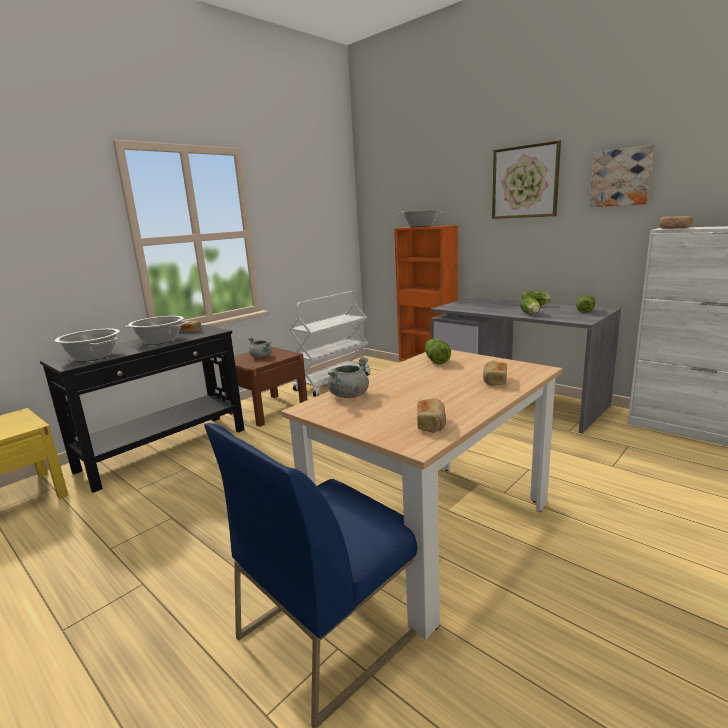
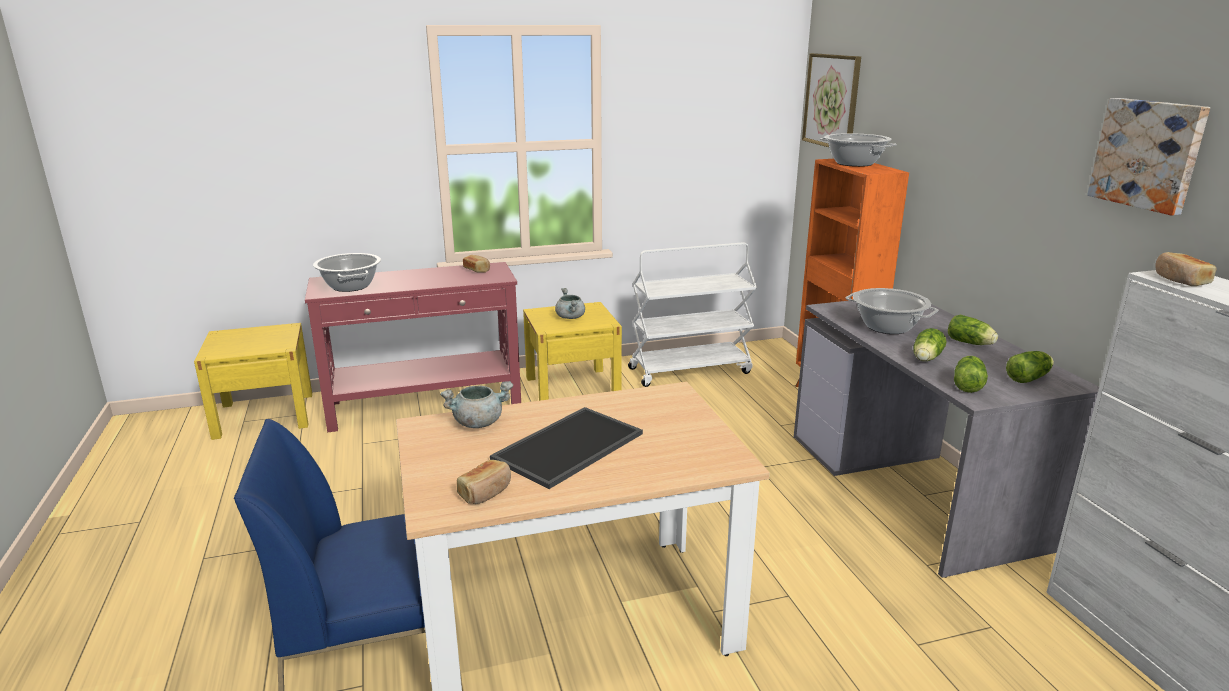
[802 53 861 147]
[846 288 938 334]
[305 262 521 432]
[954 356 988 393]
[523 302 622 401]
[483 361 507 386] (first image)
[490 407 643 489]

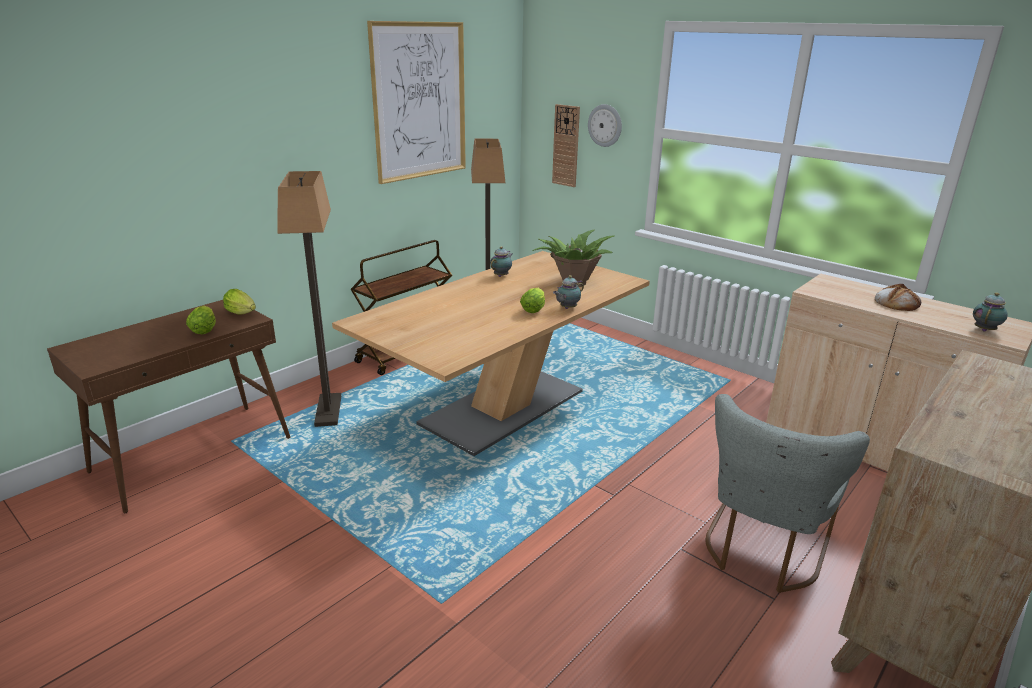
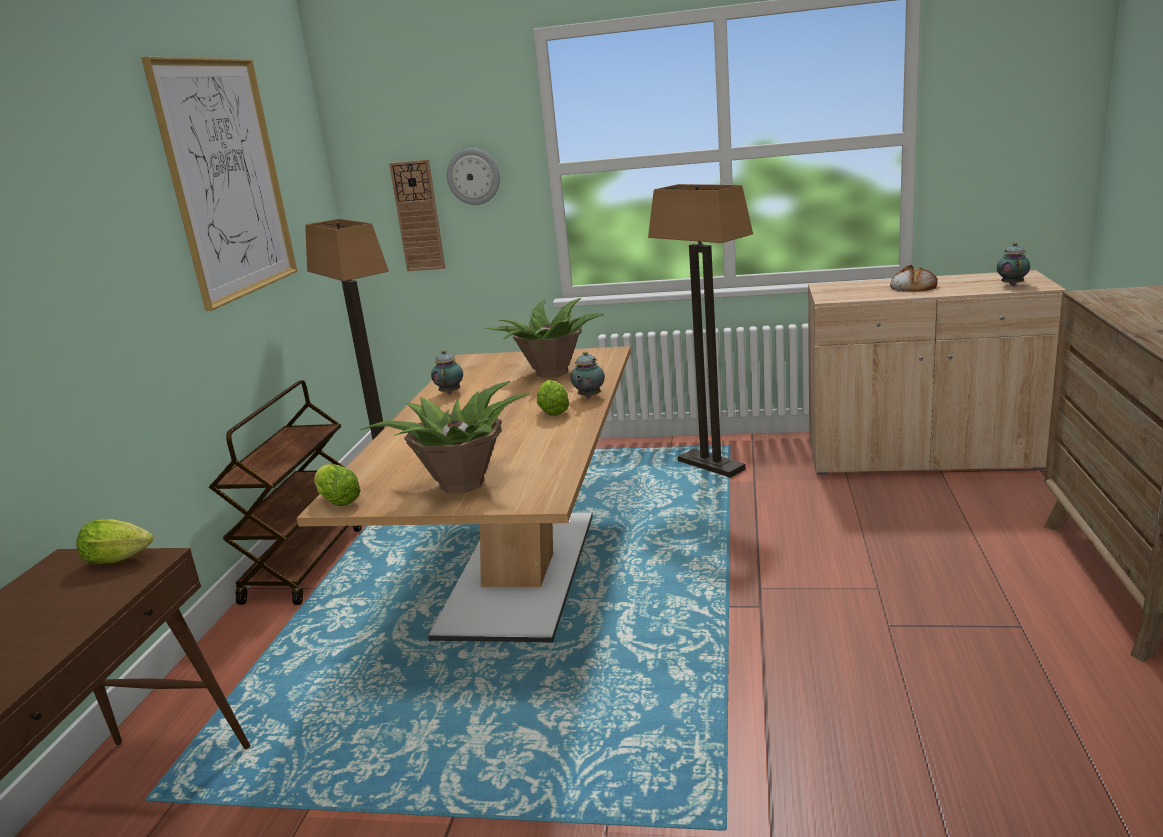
[648 184 753 478]
[314 464 361 506]
[705 394 870 593] (first image)
[360 381 529 494]

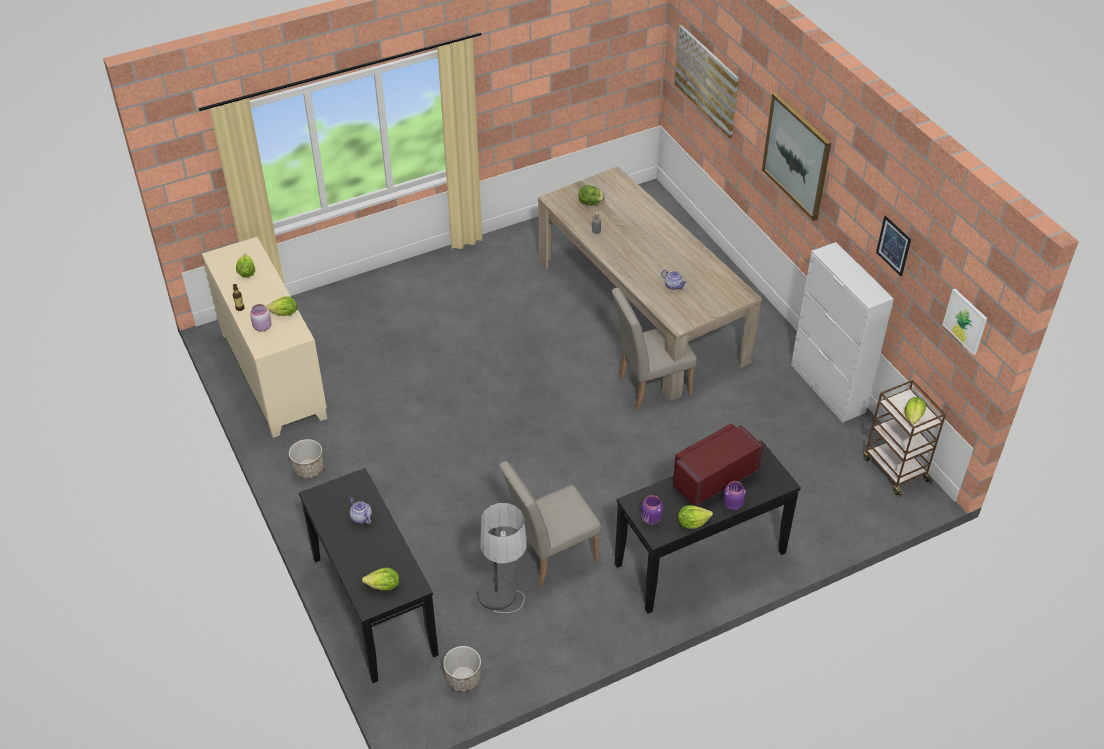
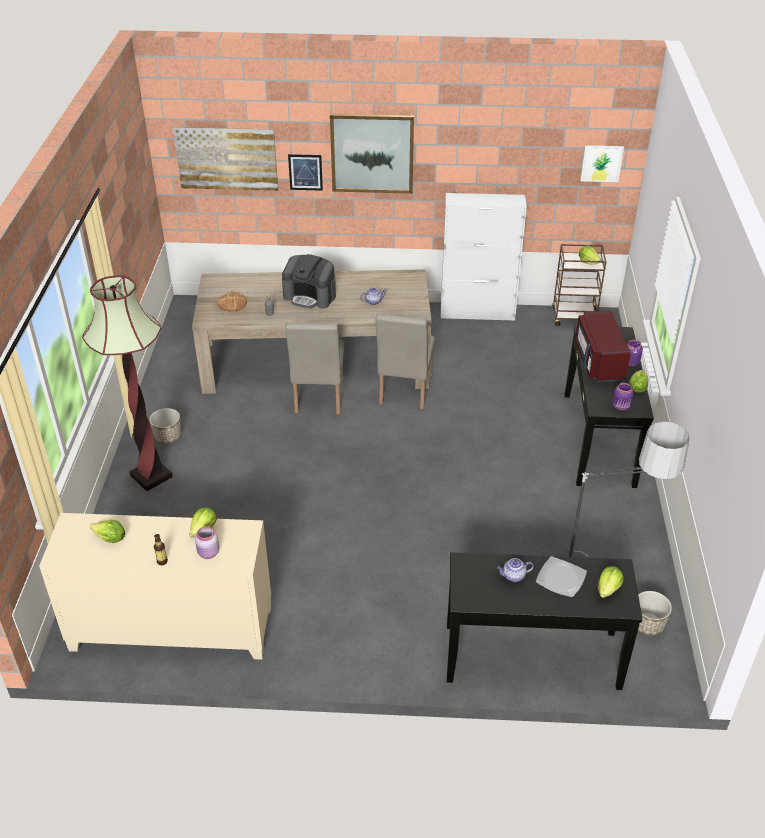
[217 291 247 312]
[288 154 323 191]
[149 408 181 444]
[285 322 344 414]
[282 254 336 309]
[82 275 173 491]
[536 556 587 597]

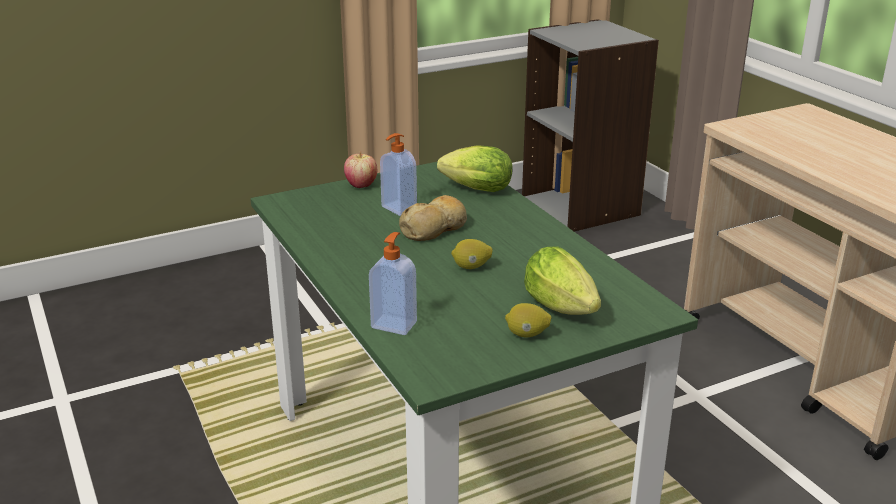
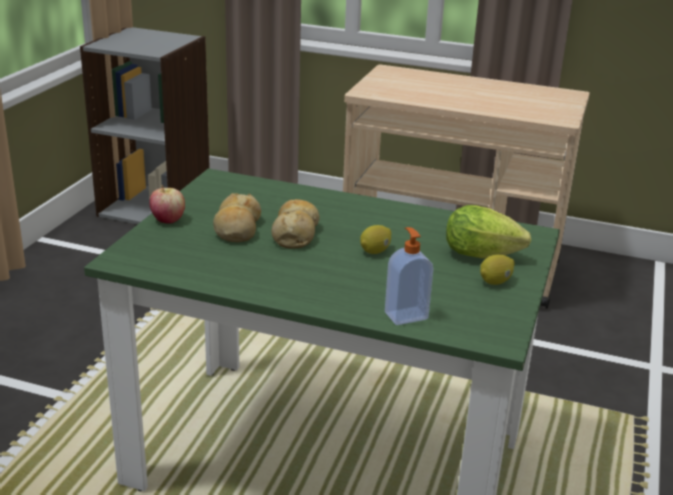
[213 193 261 242]
[437 145 513 192] (first image)

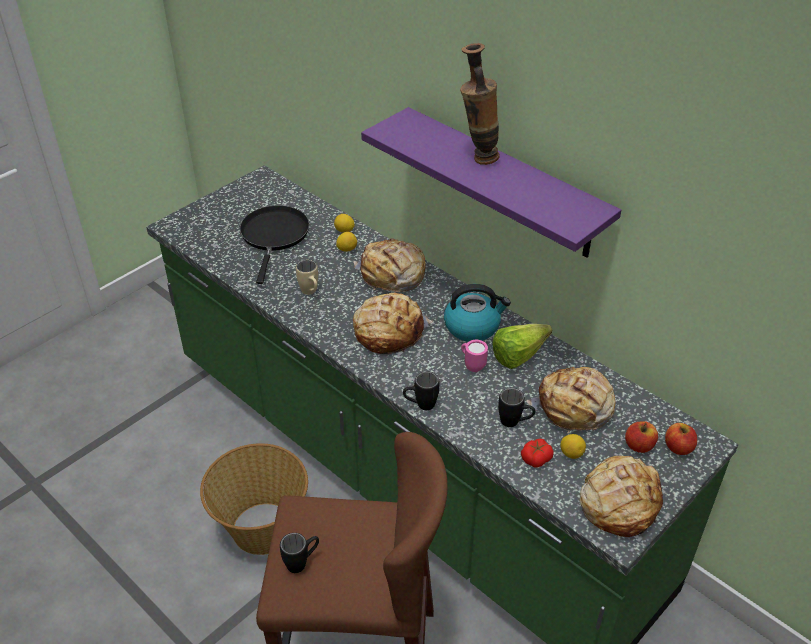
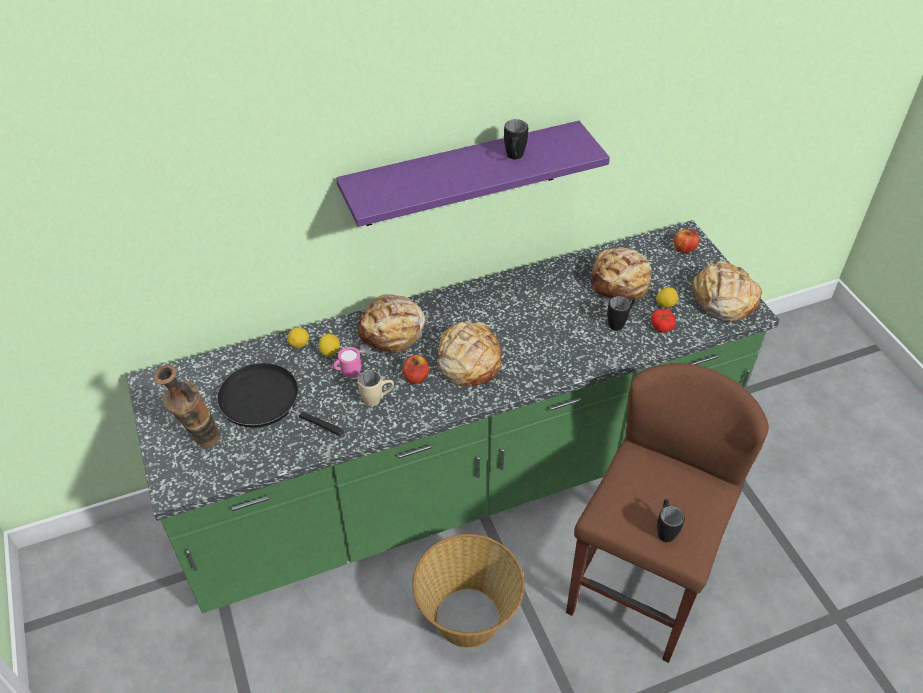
[154 365 220 447]
[444 284 511 342] (first image)
[492 324 552 369] (first image)
[333 347 361 378]
[504 119 528 159]
[402 355 429 384]

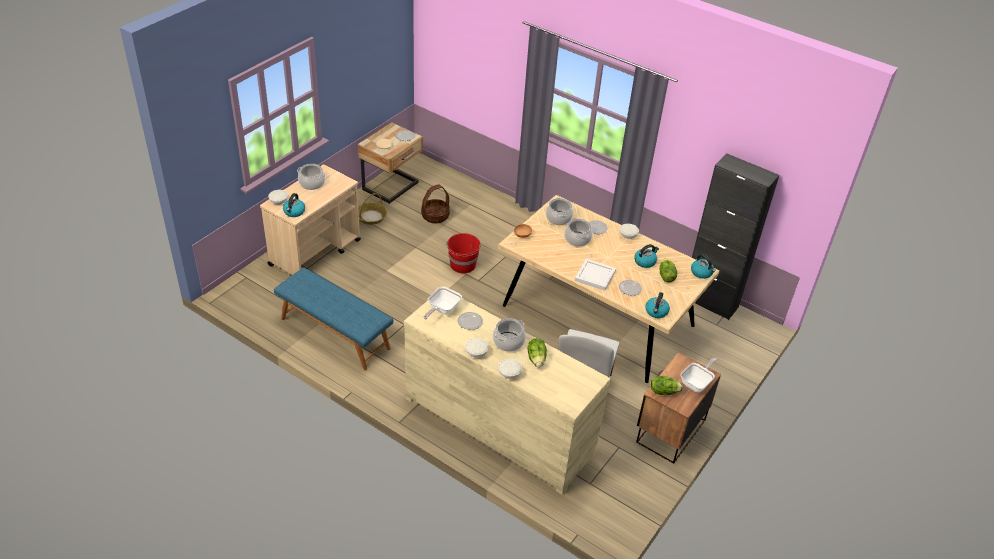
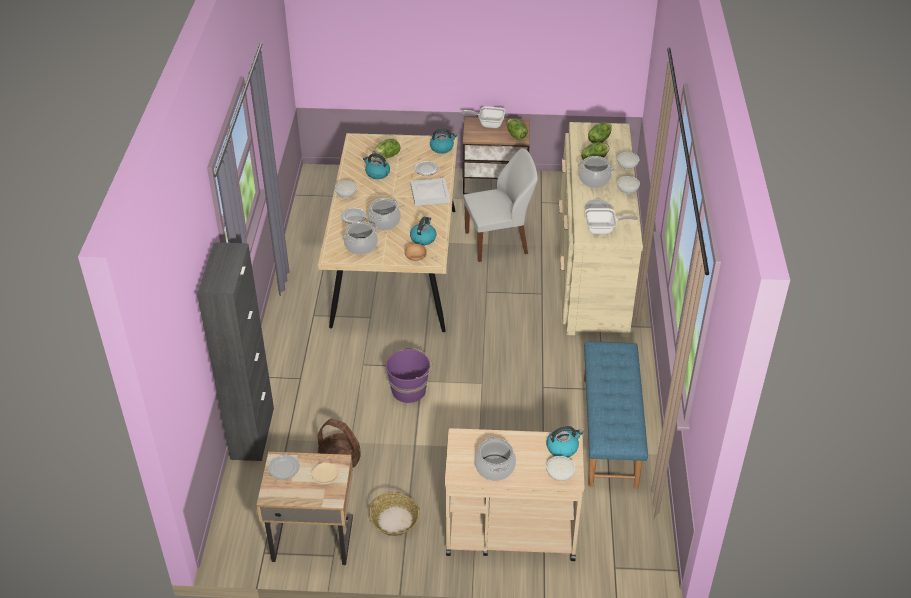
[197 242 274 461]
[386 348 432 403]
[410 217 436 245]
[588 122 612 143]

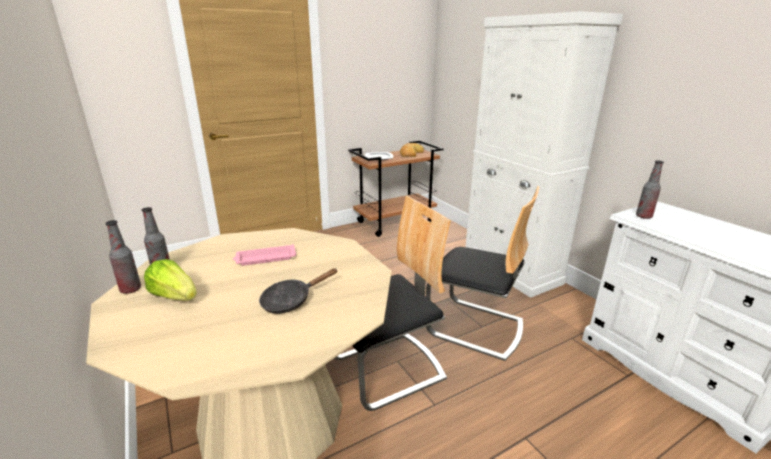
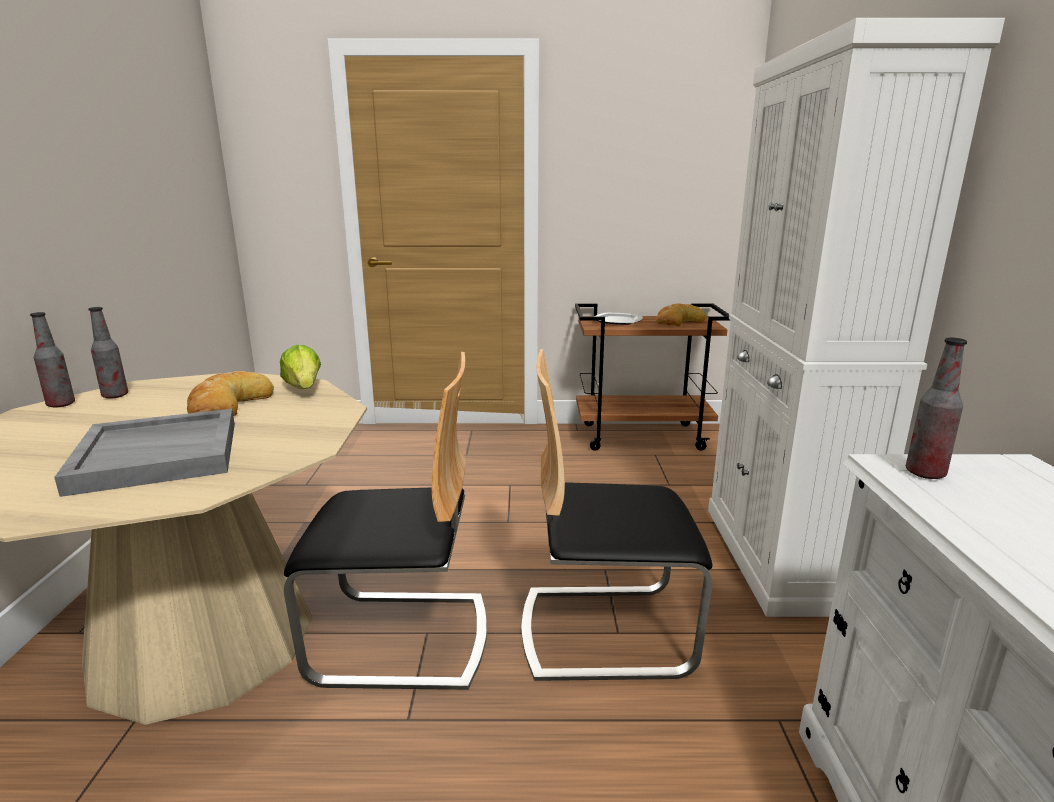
[521 349 713 681]
[187 371 274 416]
[280 345 321 389]
[54 409 235 497]

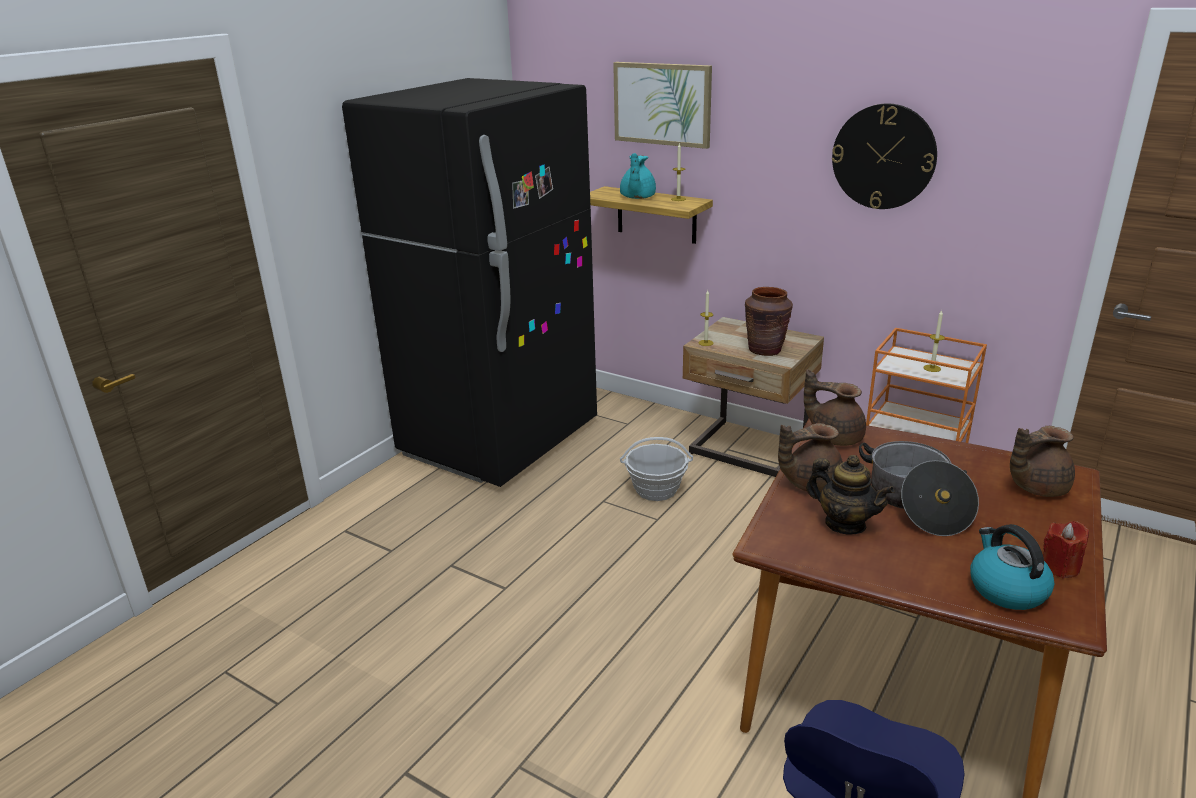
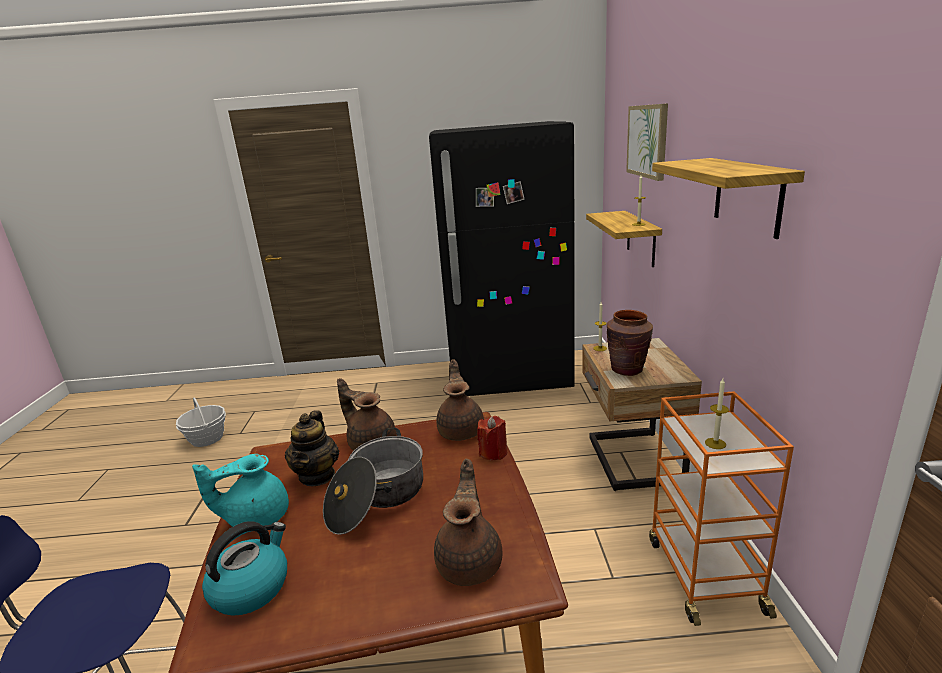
[652 158 805 239]
[192 454 289 527]
[434 459 502 586]
[176 398 226 447]
[477 416 507 460]

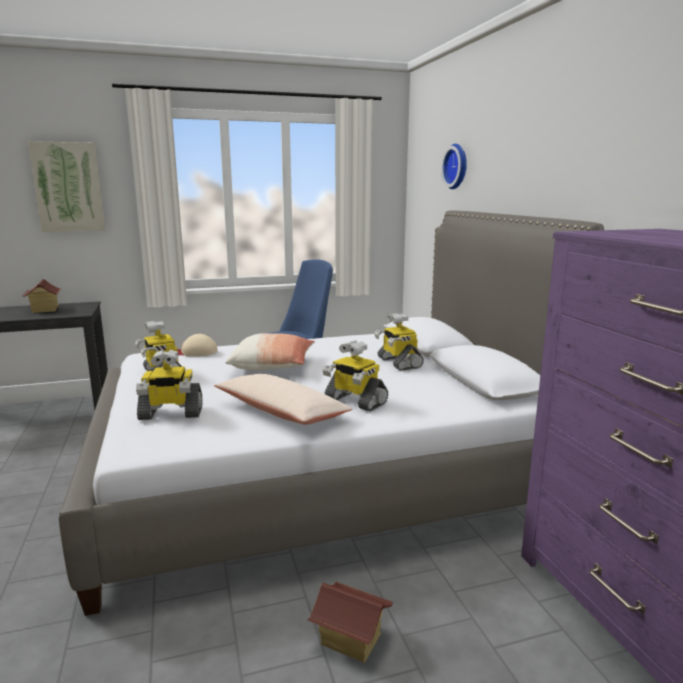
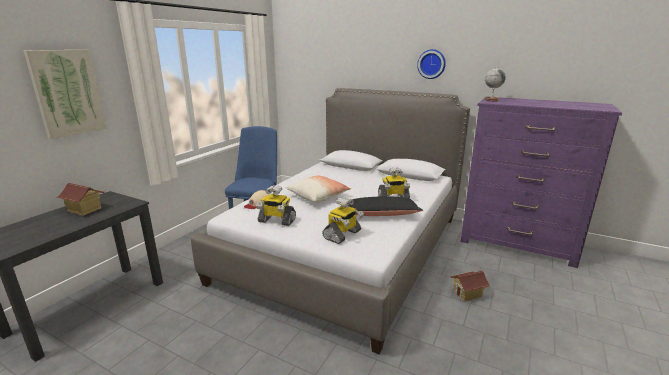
[417 49 446 79]
[374 313 424 371] (first image)
[349 196 423 216]
[485 67 506 102]

